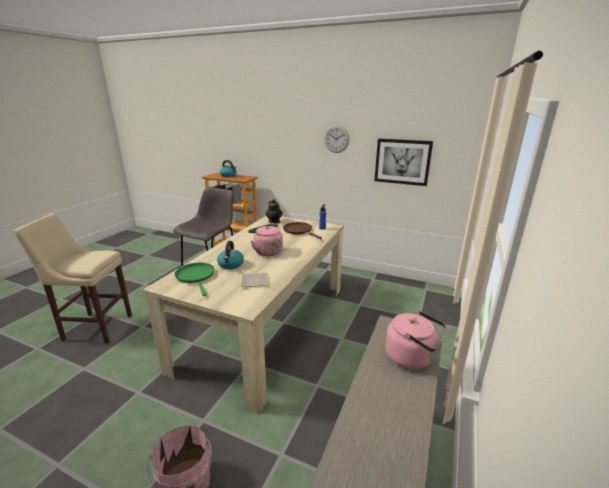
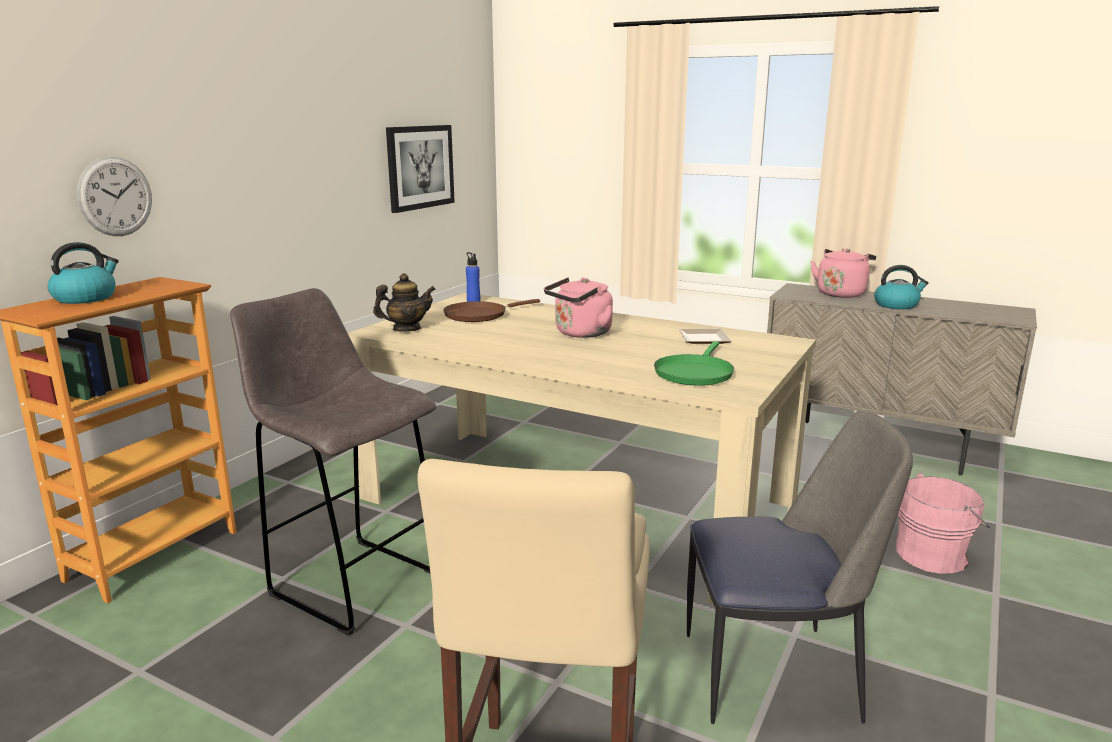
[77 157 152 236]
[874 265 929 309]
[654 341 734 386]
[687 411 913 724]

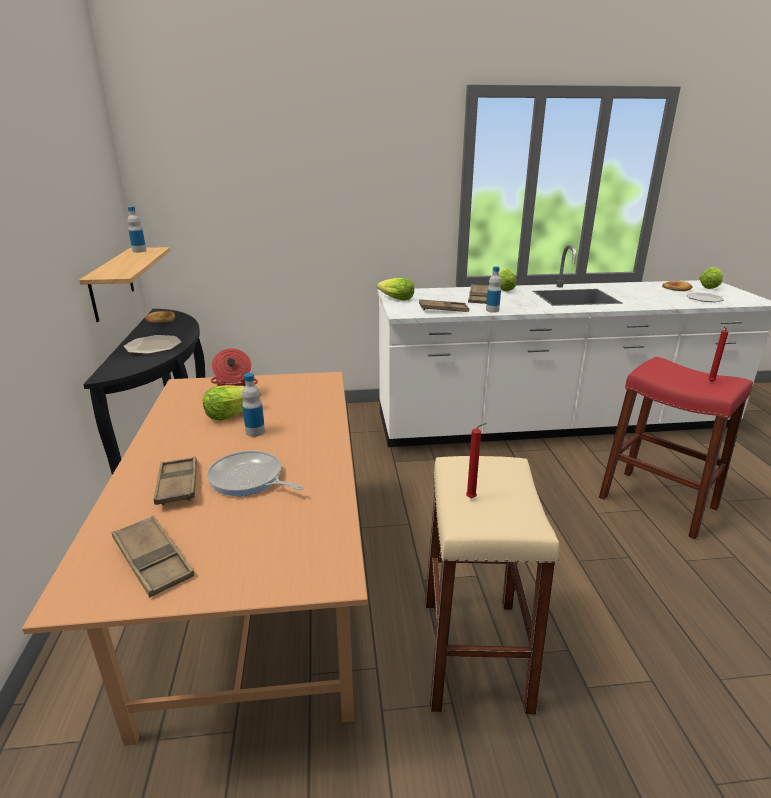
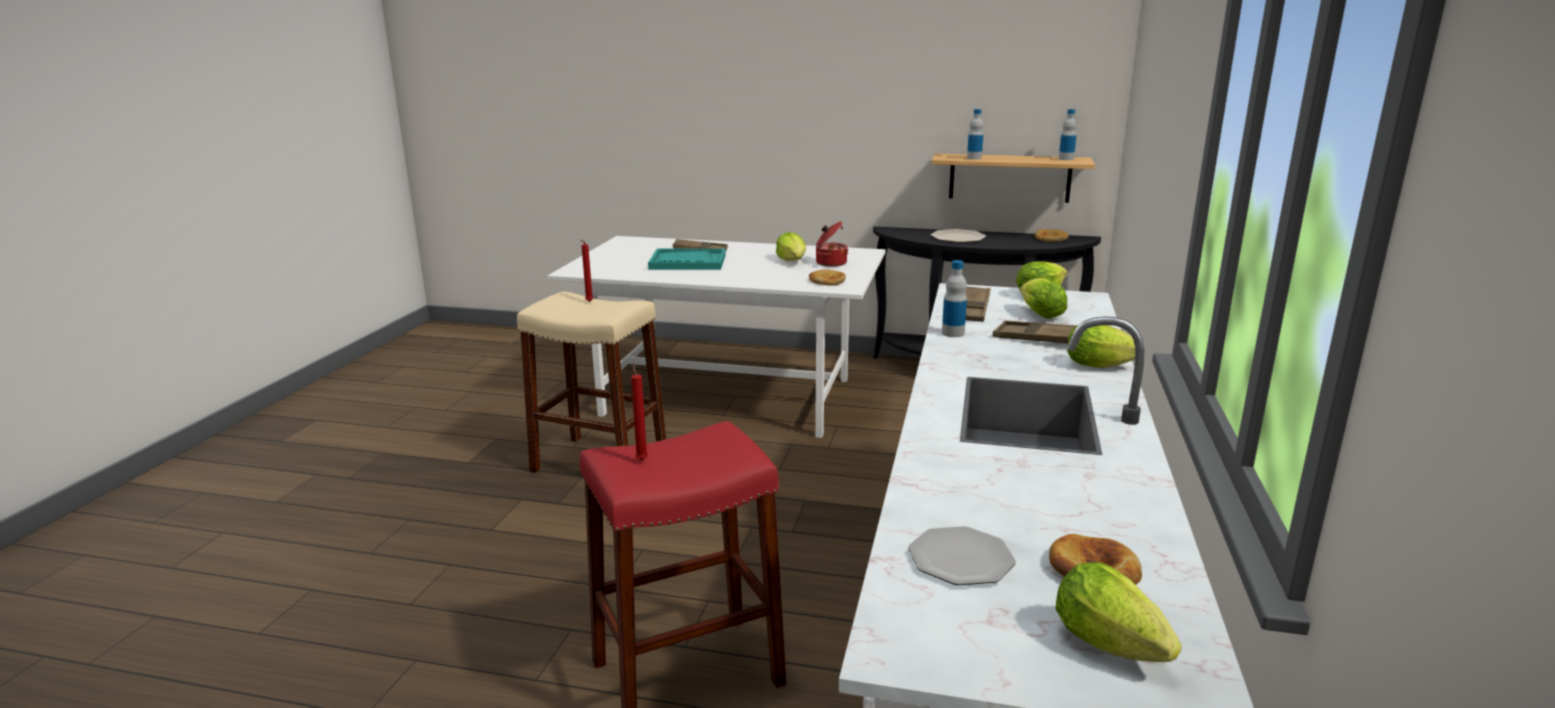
[547 236 886 438]
[967 109 983 160]
[648 249 726 270]
[112 516 194 598] (first image)
[809 270 846 286]
[1020 278 1067 319]

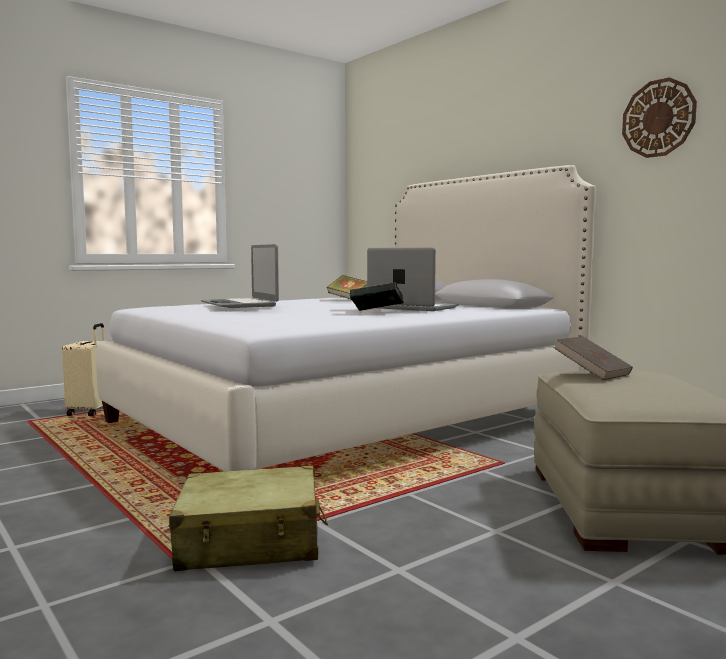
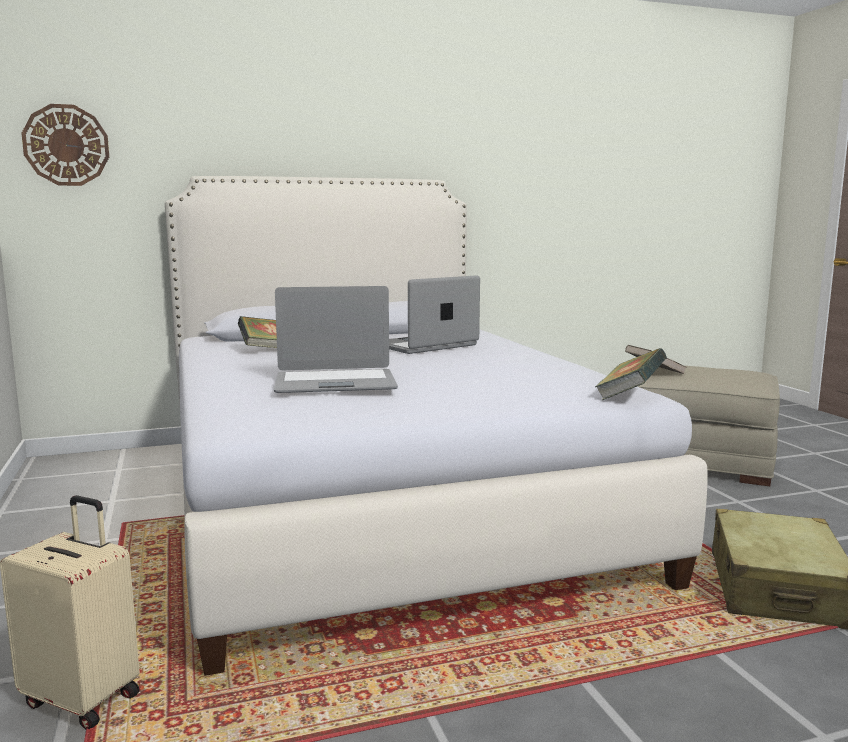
[21 104 109 186]
[595 348 667 400]

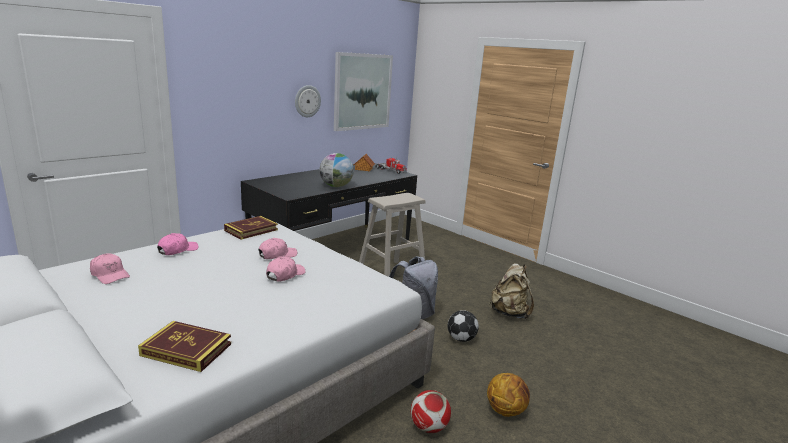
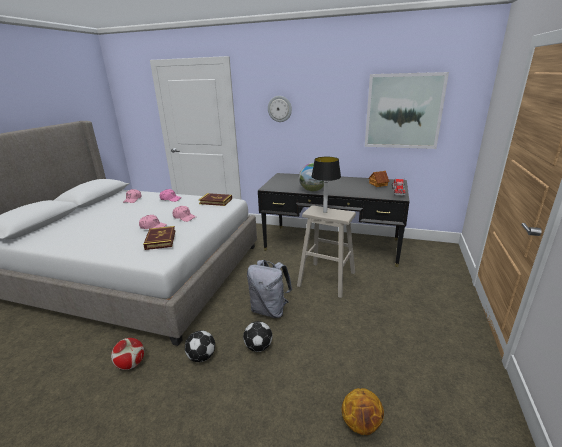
[268 96 292 122]
[490 263 534 319] (first image)
[143 226 175 250]
[342 388 384 435]
[311 157 341 213]
[185 330 215 362]

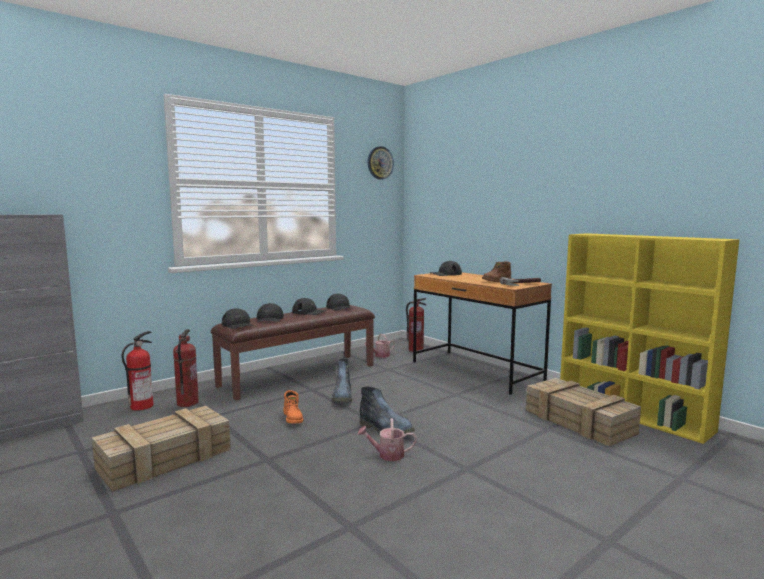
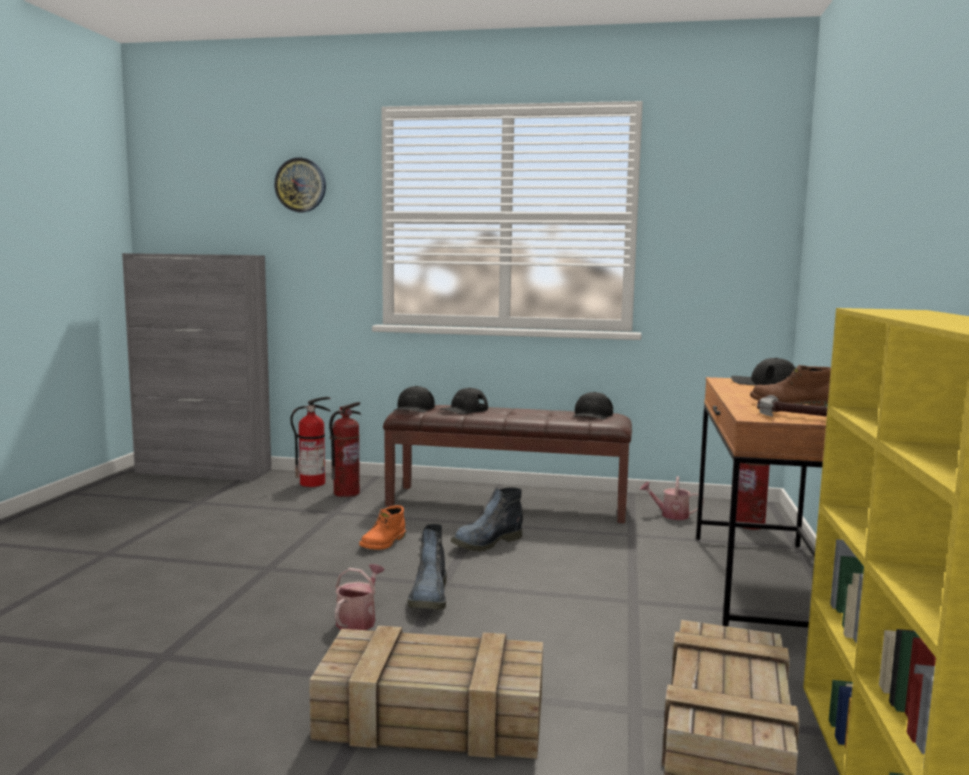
[274 157 326 212]
[292 298 326 315] (first image)
[309 626 543 759]
[335 564 384 630]

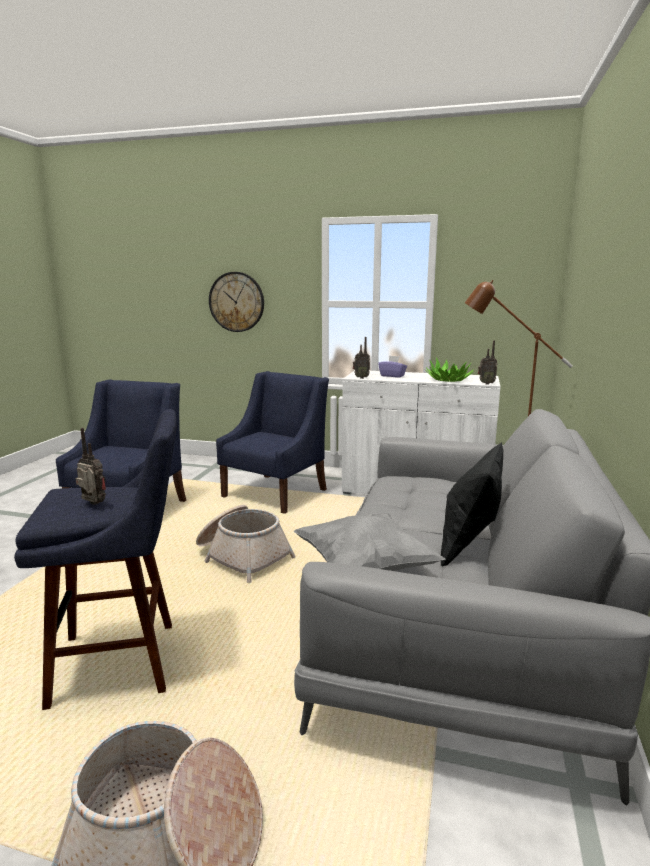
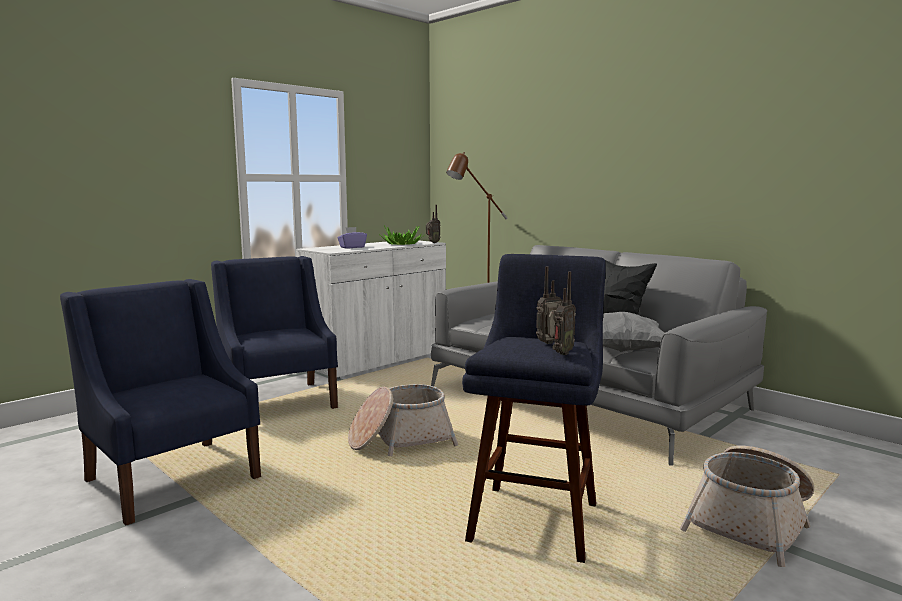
[209 272 264 332] (first image)
[548 271 576 355]

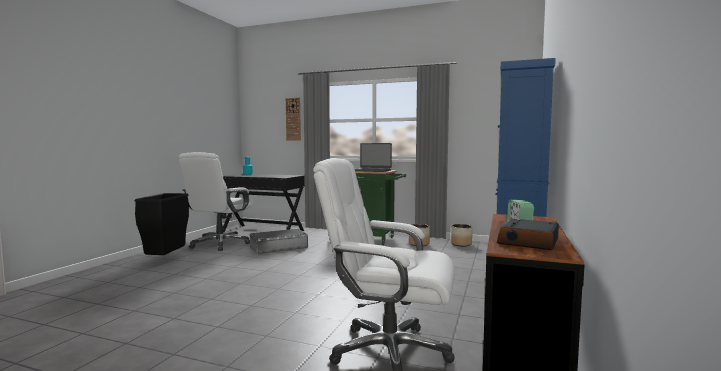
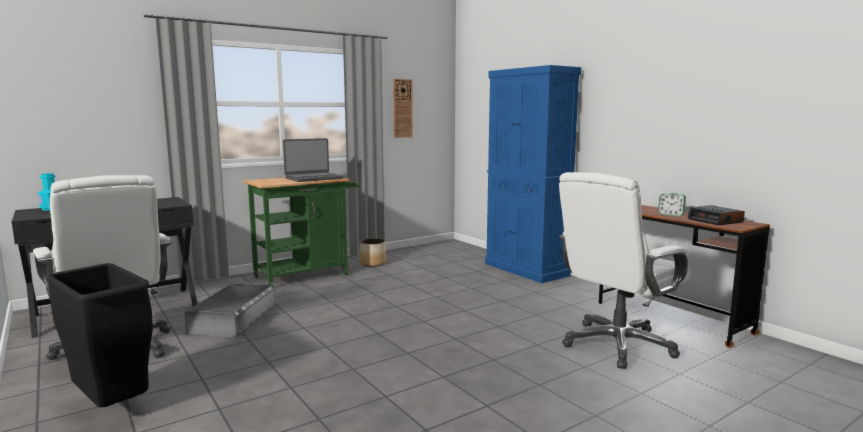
[393 79 413 138]
[451 224 472 246] (first image)

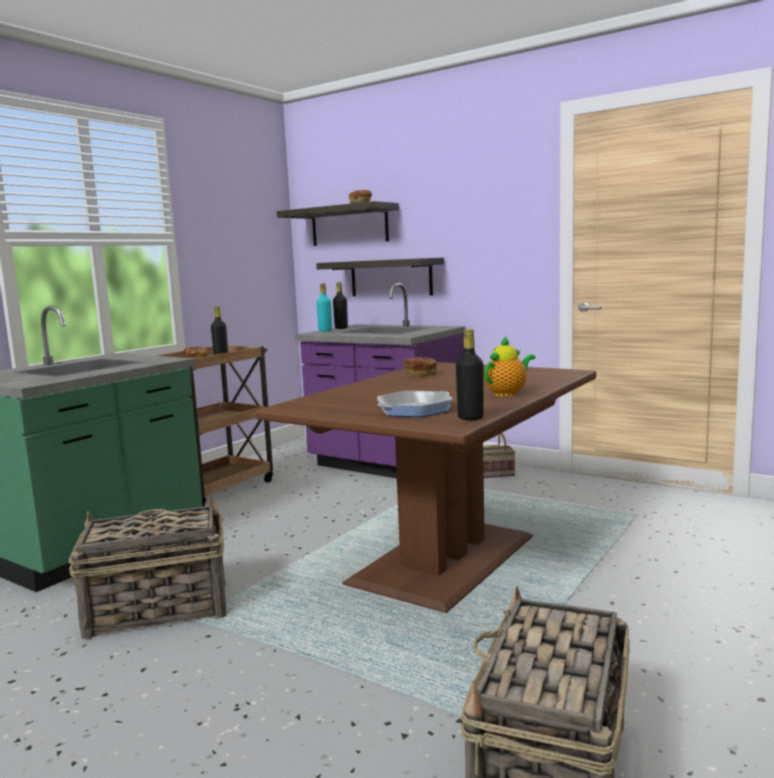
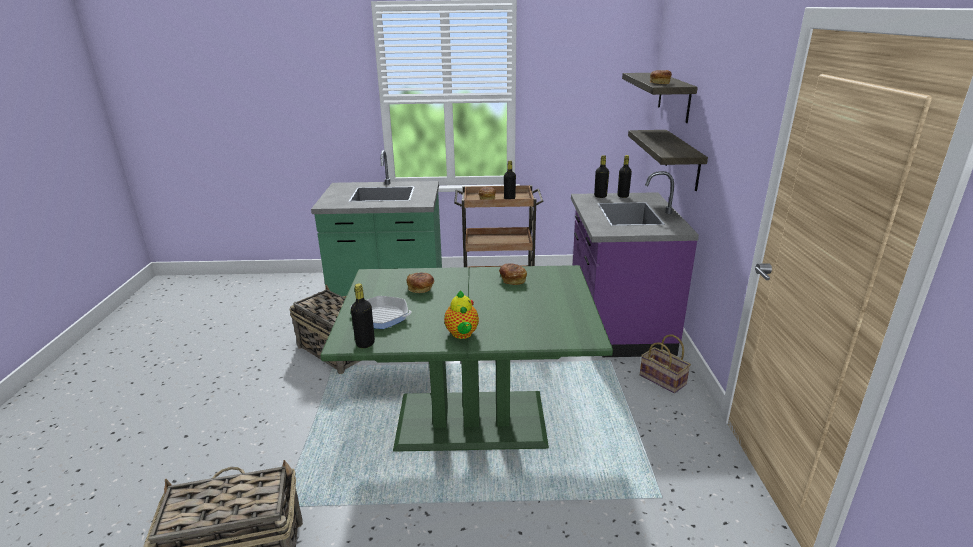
[594 155 609 198]
[444 290 479 339]
[320 265 613 452]
[407 272 434 293]

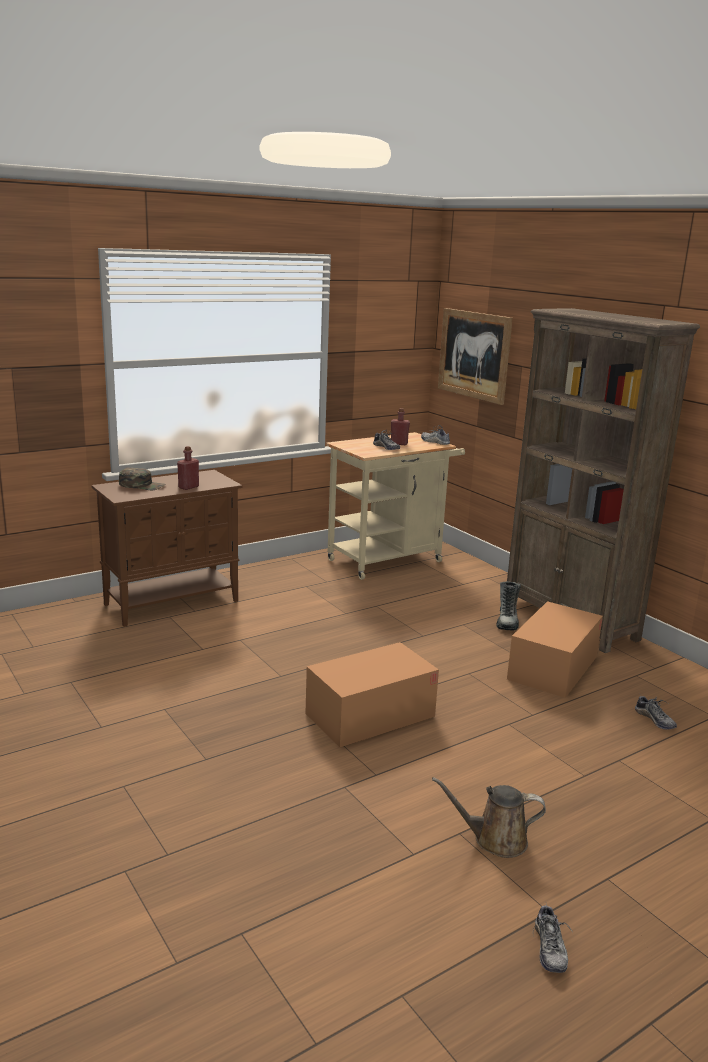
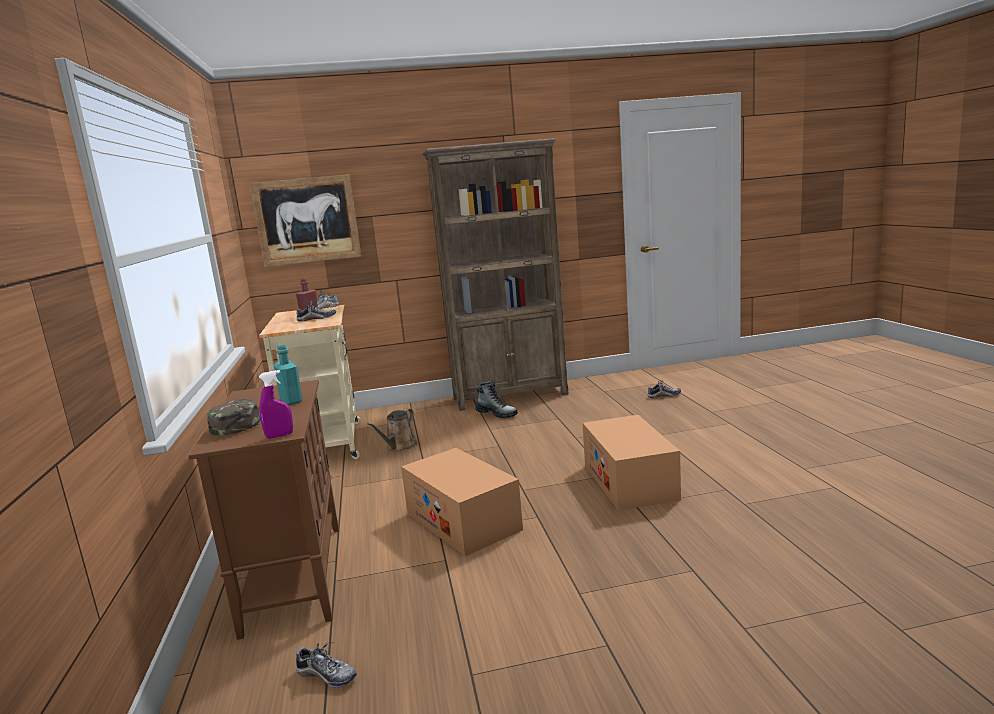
[274 344 303 405]
[401 448 523 556]
[367 409 418 452]
[296 642 357 688]
[259 370 293 439]

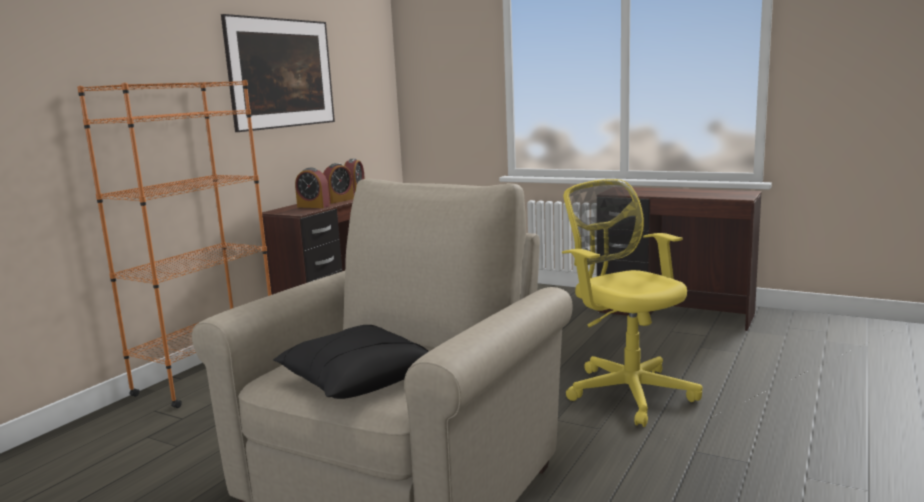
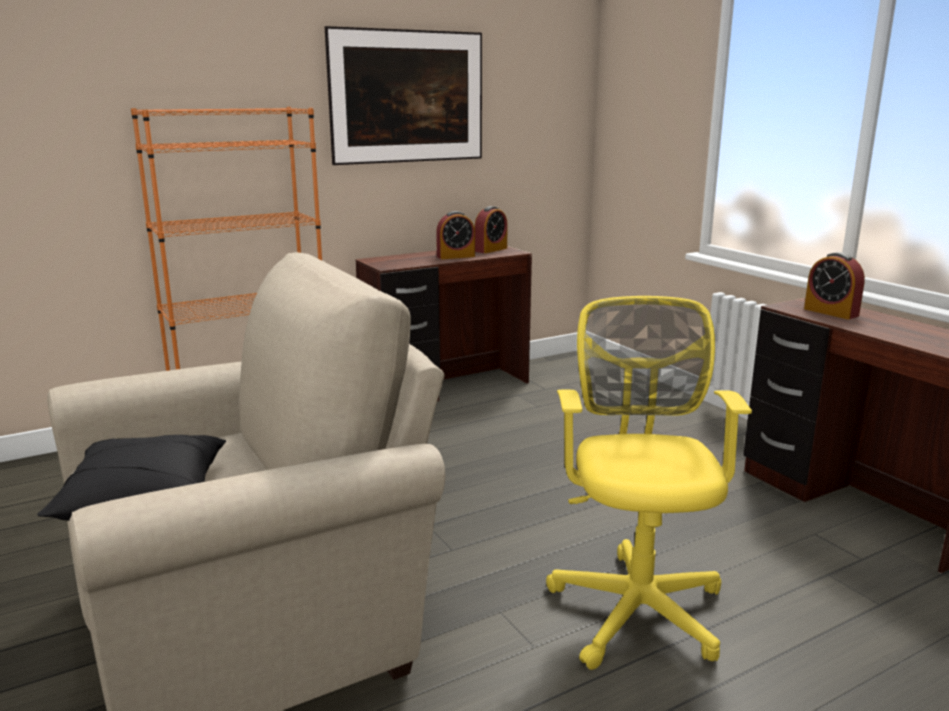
[804 252 865 319]

